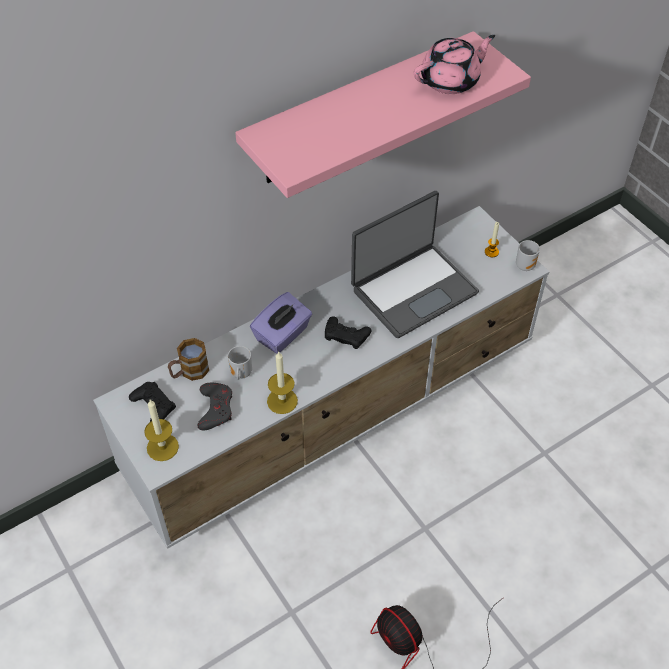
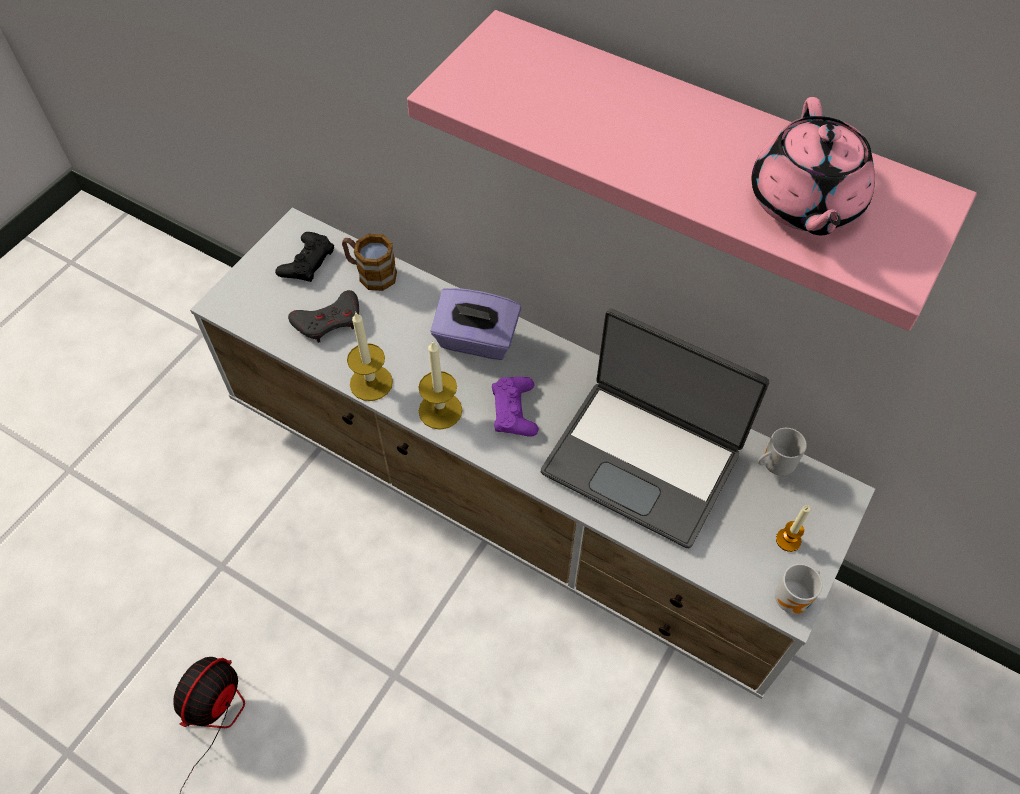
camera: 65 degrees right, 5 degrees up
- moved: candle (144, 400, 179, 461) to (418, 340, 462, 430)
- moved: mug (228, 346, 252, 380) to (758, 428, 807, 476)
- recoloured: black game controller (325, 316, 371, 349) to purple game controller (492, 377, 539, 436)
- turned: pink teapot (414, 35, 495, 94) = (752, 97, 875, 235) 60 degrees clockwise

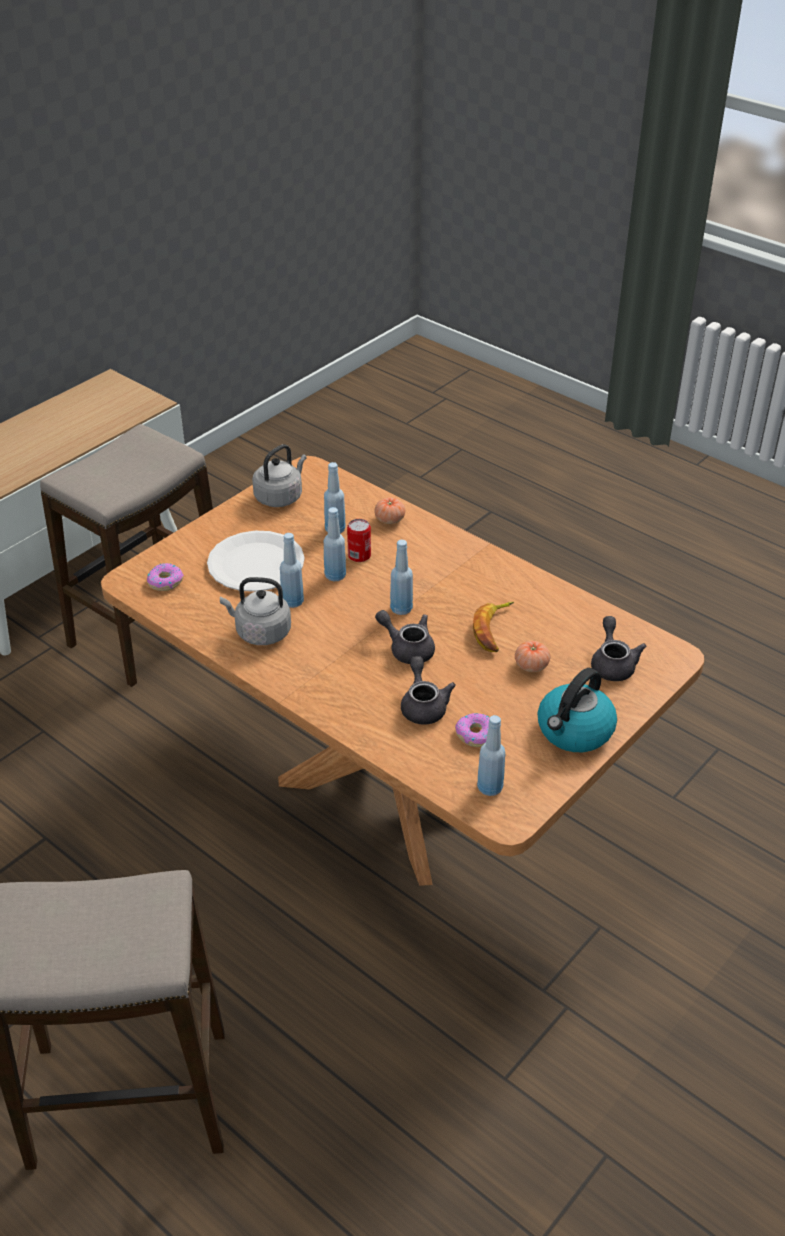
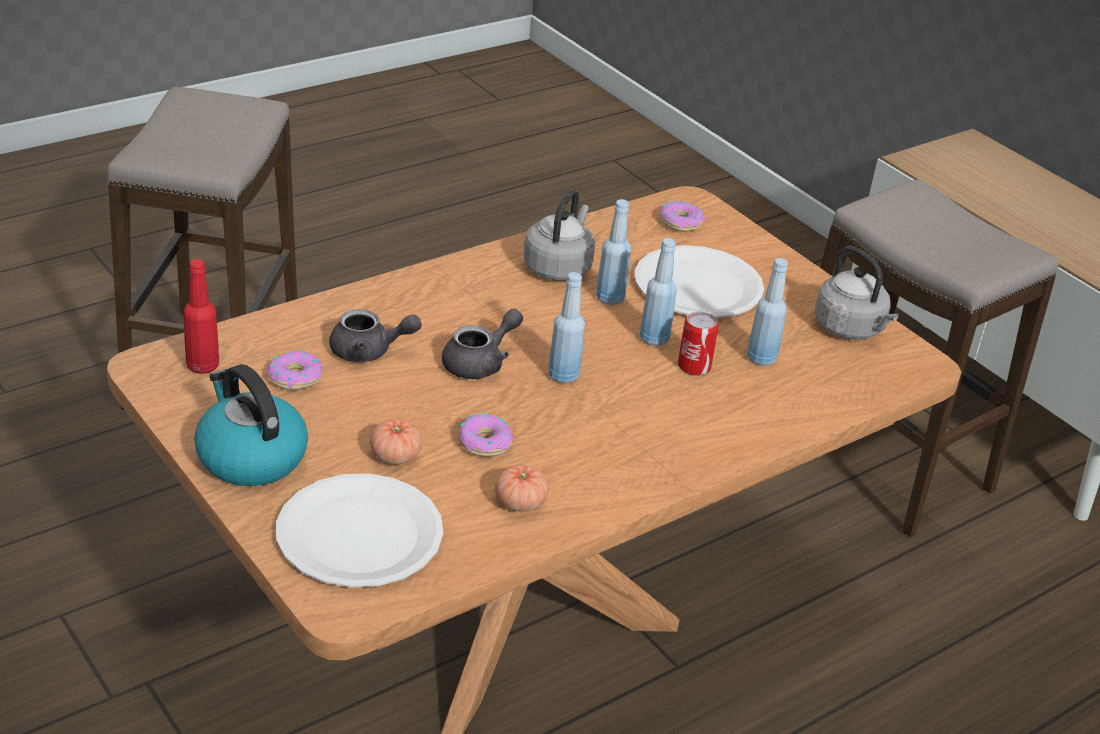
camera: 100 degrees right, 5 degrees down
- moved: tomato (374, 498, 405, 524) to (495, 464, 549, 512)
- replaced: banana (473, 602, 514, 652) to donut (459, 414, 513, 457)
- replaced: grey teapot (591, 616, 647, 681) to white plate (276, 473, 443, 588)
- recoloured: blue bottle (477, 715, 505, 796) to red bottle (183, 259, 219, 374)

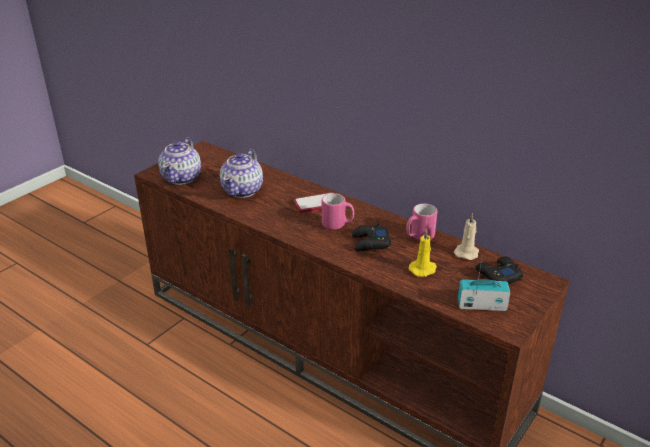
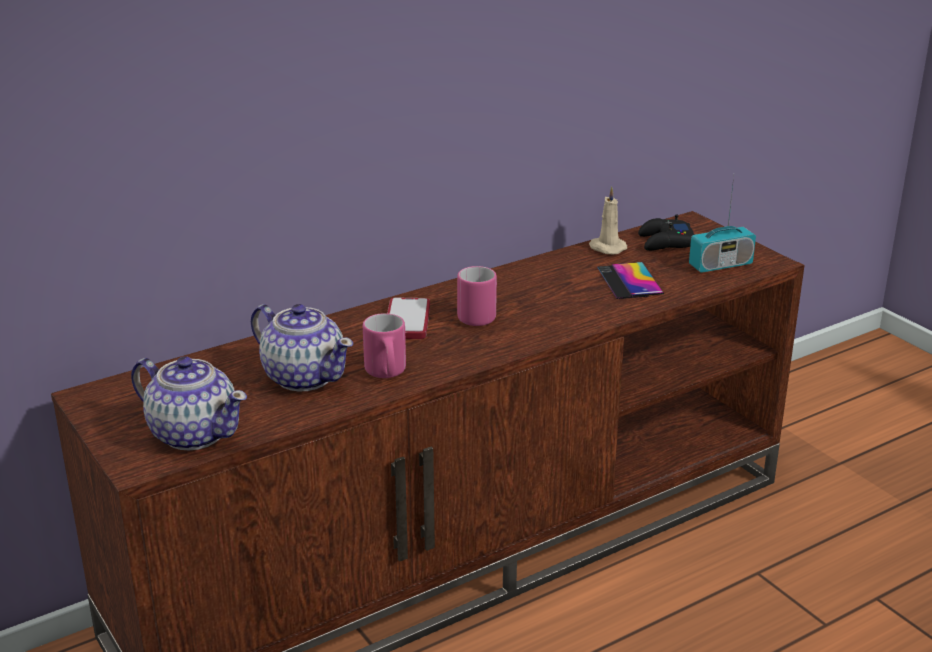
camera: 70 degrees left, 5 degrees down
- removed: black game controller (352, 223, 391, 251)
- moved: pink mug (406, 203, 437, 240) to (363, 313, 406, 378)
- replaced: yellow candle (409, 229, 437, 277) to phone (597, 262, 664, 299)
- turned: radio (458, 253, 510, 311) = (689, 177, 756, 273) 135 degrees counterclockwise

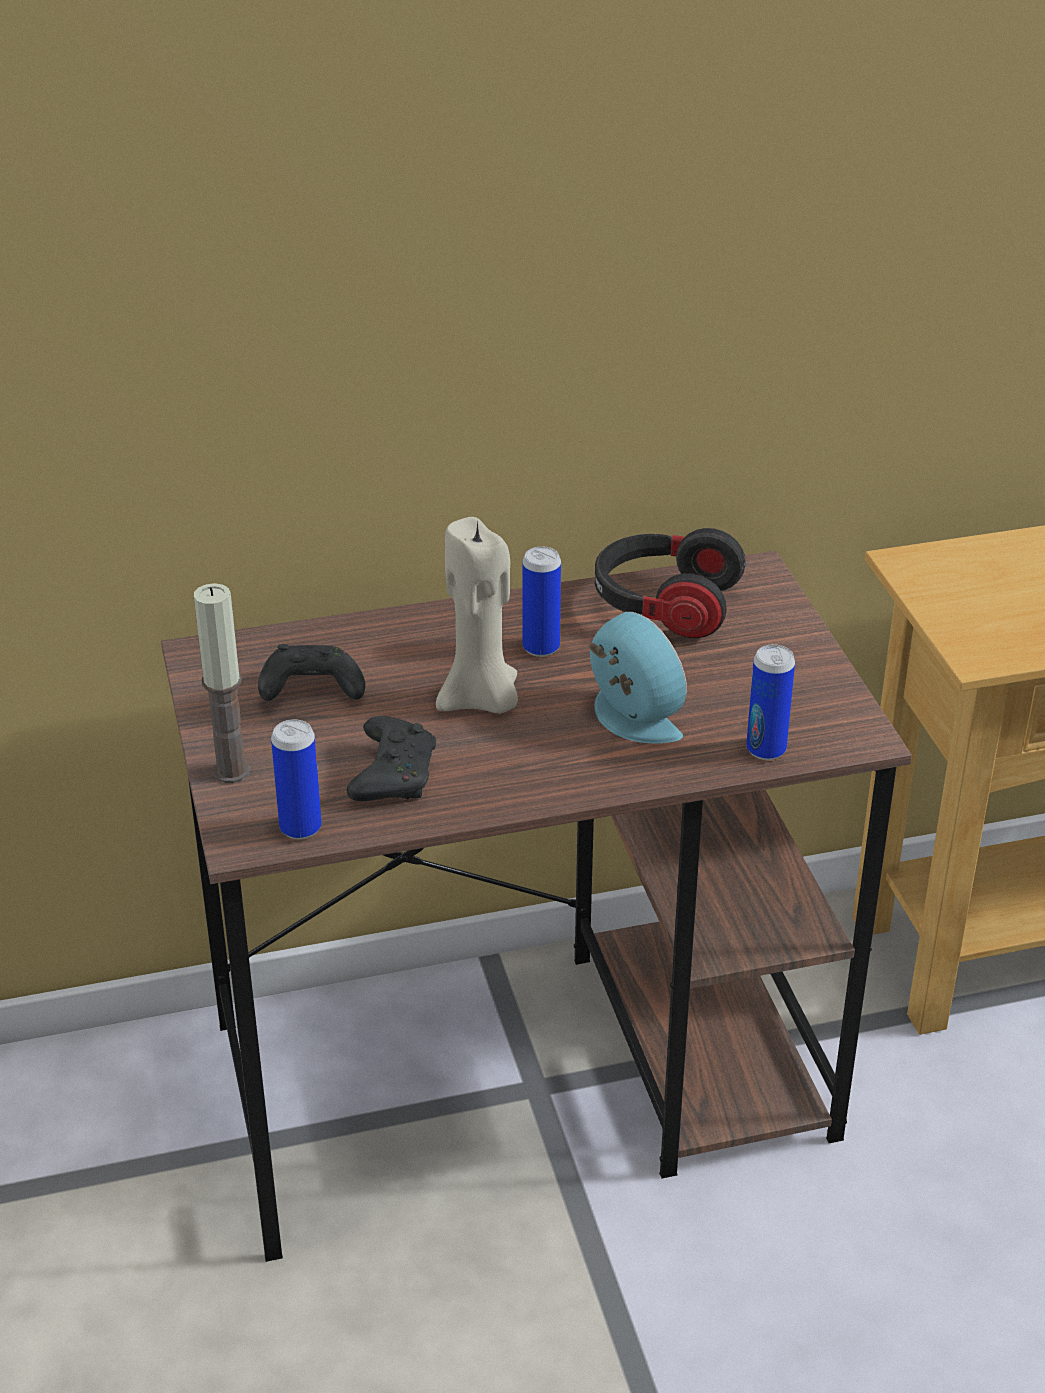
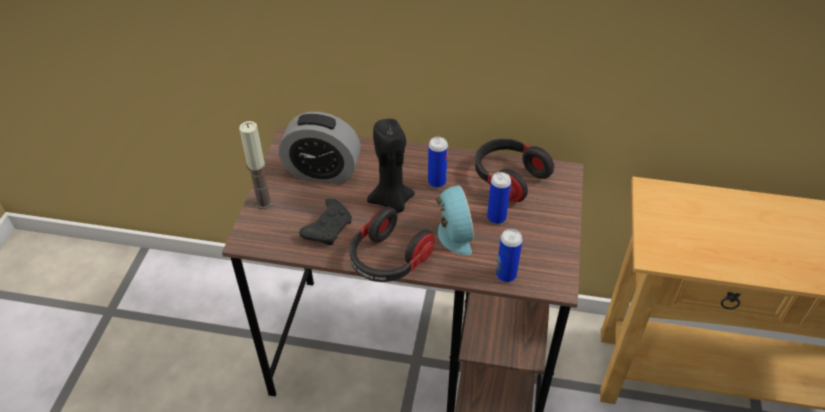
camera: 25 degrees right, 10 degrees up
- added: headphones (350, 207, 434, 282)
- moved: can (271, 719, 322, 839) to (487, 172, 511, 224)
- replaced: black game controller (258, 644, 365, 701) to alarm clock (279, 112, 361, 184)
- recoloured: beige candle (436, 517, 518, 714) to black candle (367, 119, 415, 213)

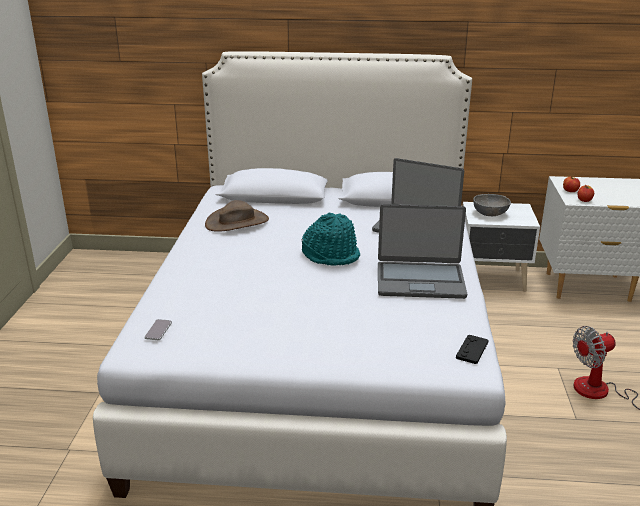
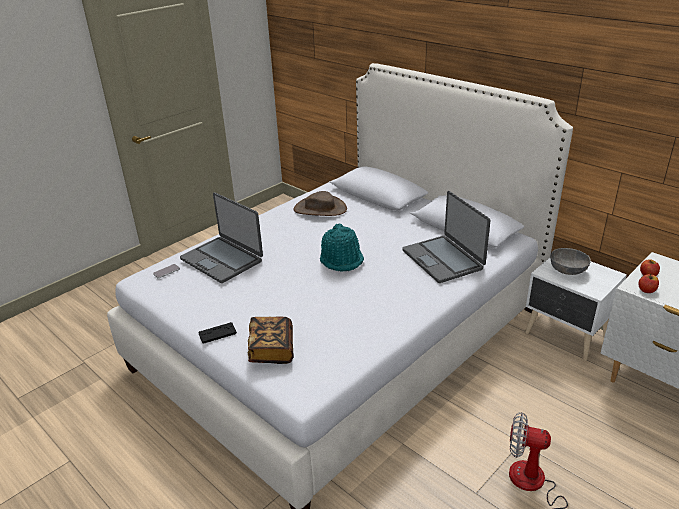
camera: 40 degrees right, 5 degrees up
- added: book (248, 317, 294, 364)
- moved: laptop (378, 204, 467, 299) to (180, 192, 263, 283)
- moved: black game controller (456, 335, 488, 364) to (198, 322, 237, 344)

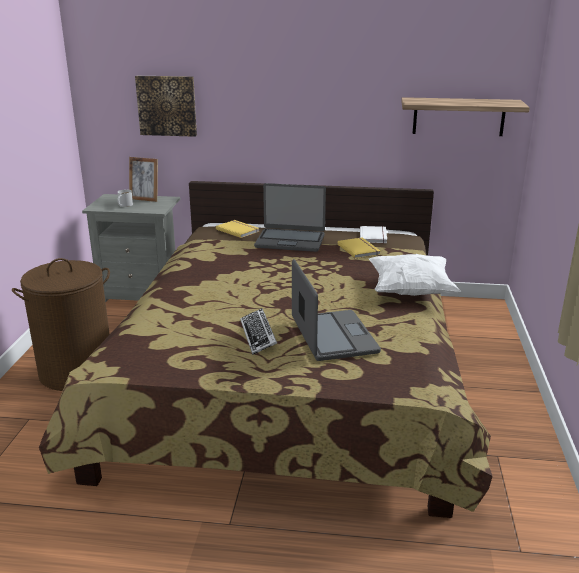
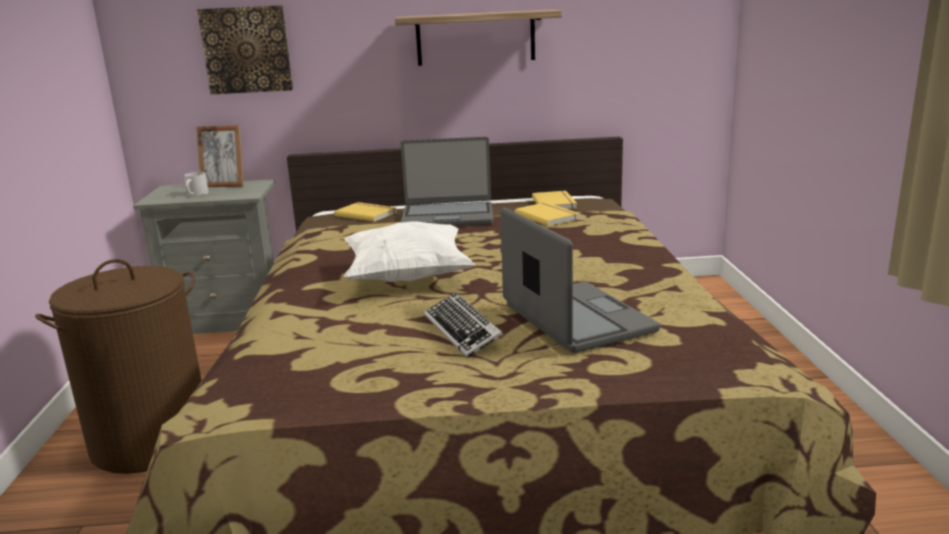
camera: 10 degrees left, 5 degrees down
- moved: white pillow (369, 254, 461, 296) to (344, 222, 475, 282)
- moved: shelf (401, 97, 530, 136) to (395, 10, 562, 66)
- recoloured: white book (360, 226, 387, 243) to yellow book (532, 191, 577, 209)

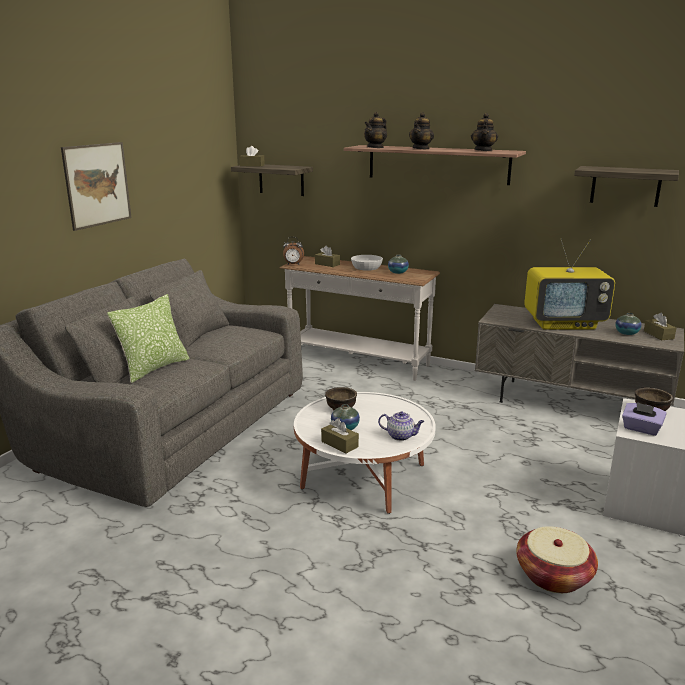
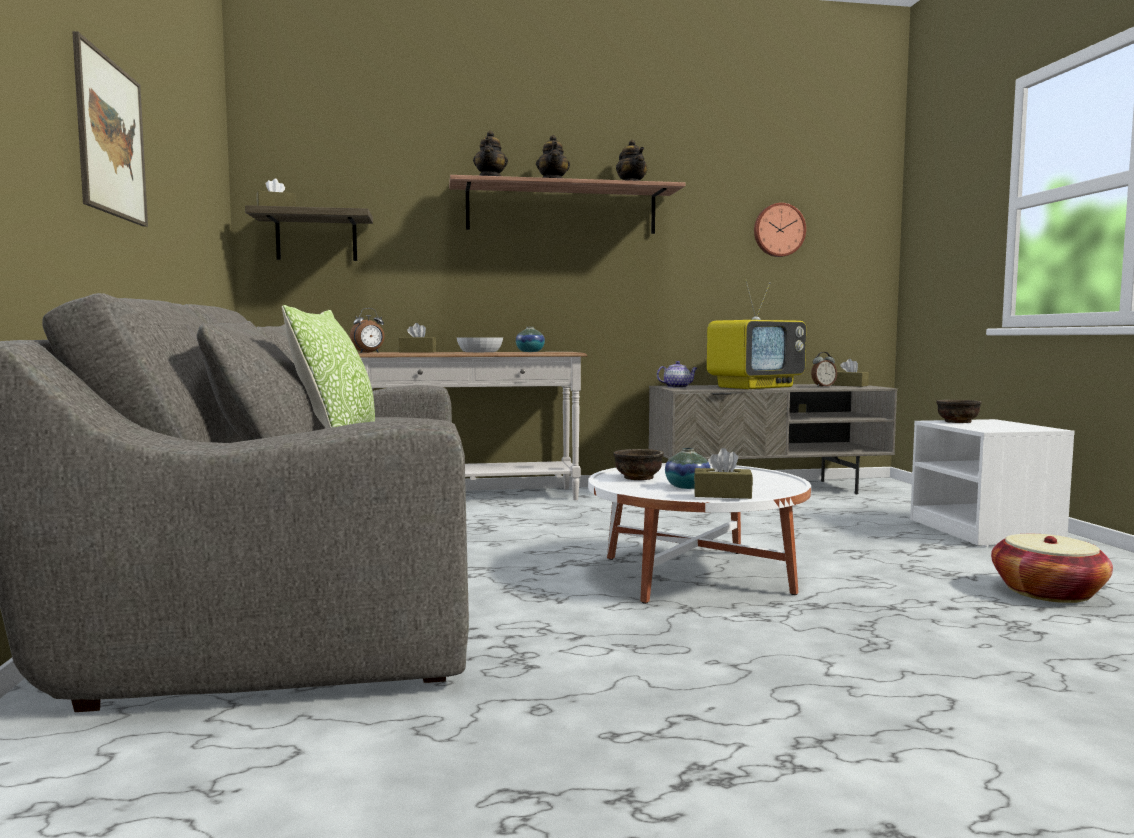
camera: 35 degrees left, 15 degrees down
- removed: purple tissue box (622, 402, 667, 436)
- moved: teapot (378, 411, 424, 441) to (657, 361, 697, 388)
- replaced: shelf (574, 166, 679, 207) to wall clock (754, 203, 806, 257)
- replaced: vase (615, 313, 642, 335) to alarm clock (811, 352, 837, 387)

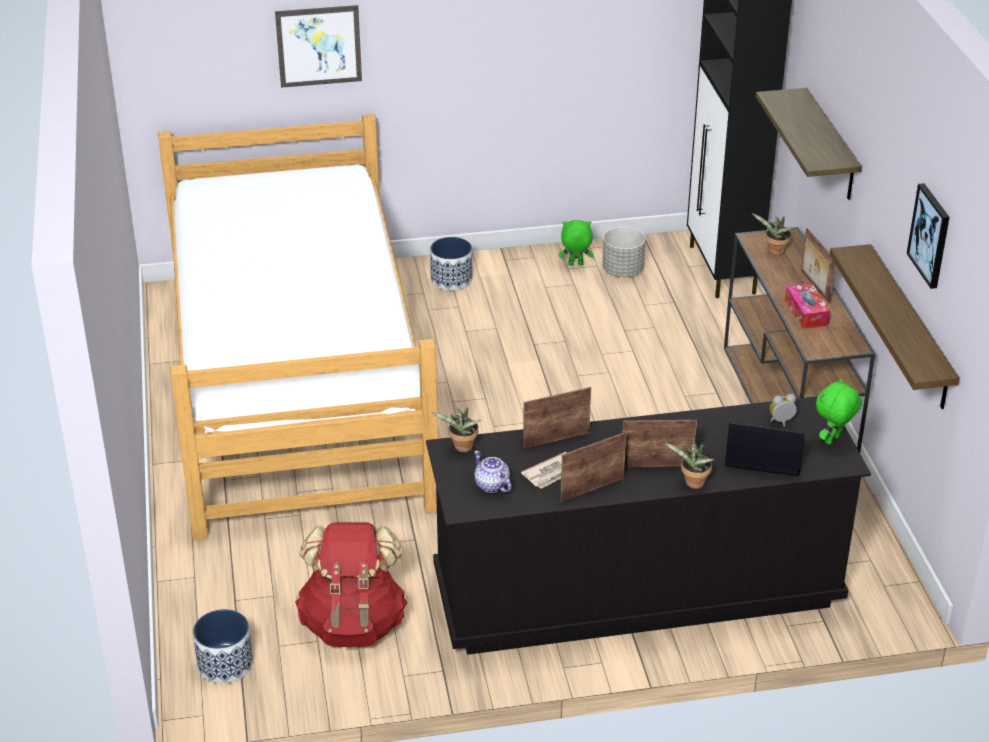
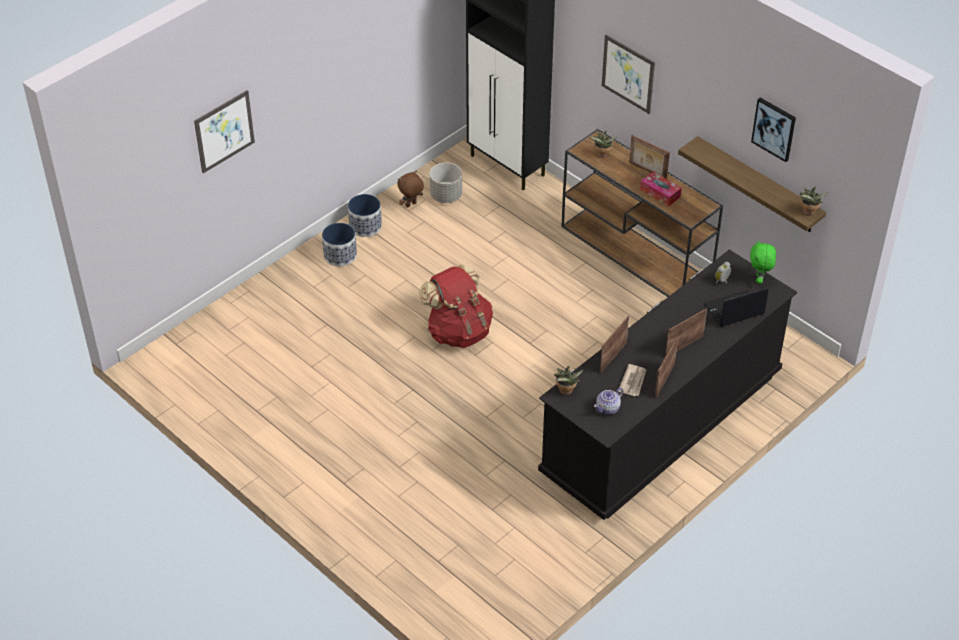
camera: 35 degrees left, 10 degrees up
- removed: bed (158, 114, 438, 541)
- moved: planter (193, 609, 253, 683) to (348, 194, 382, 237)
- moved: red backpack (295, 522, 408, 648) to (419, 265, 493, 348)
- moved: potted plant (664, 442, 714, 489) to (800, 186, 829, 216)
- replaced: shelf (756, 88, 862, 200) to picture (602, 34, 655, 114)
- recoloured: green plush toy (559, 220, 594, 266) to brown plush toy (397, 171, 424, 208)
- turned: teapot (474, 451, 511, 493) = (594, 387, 623, 415) 60 degrees counterclockwise

